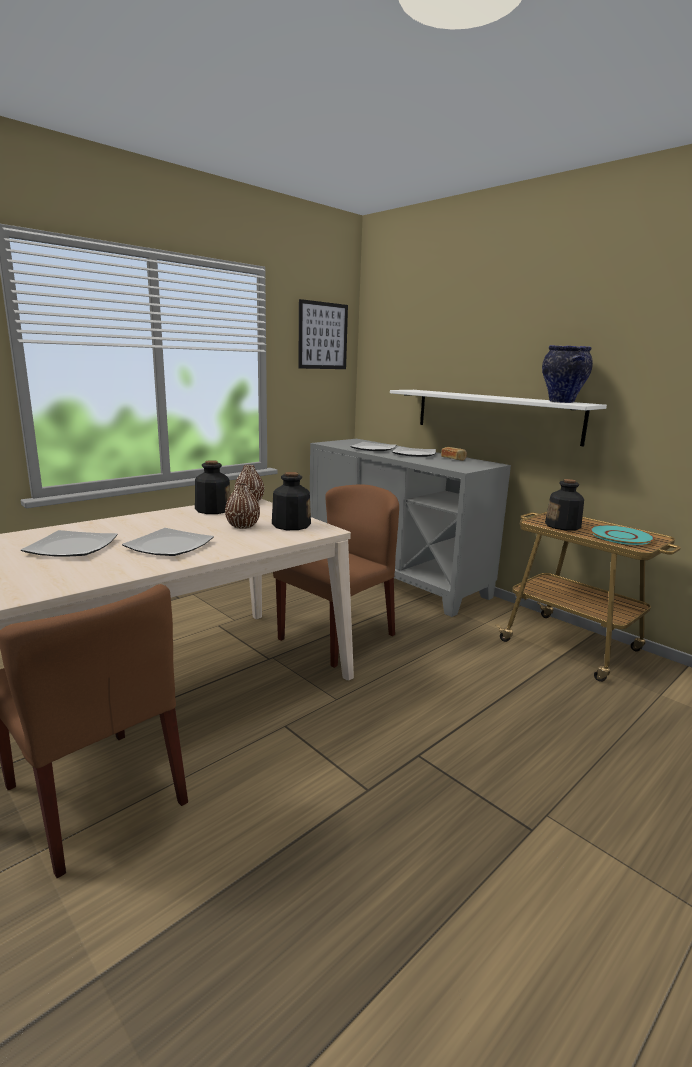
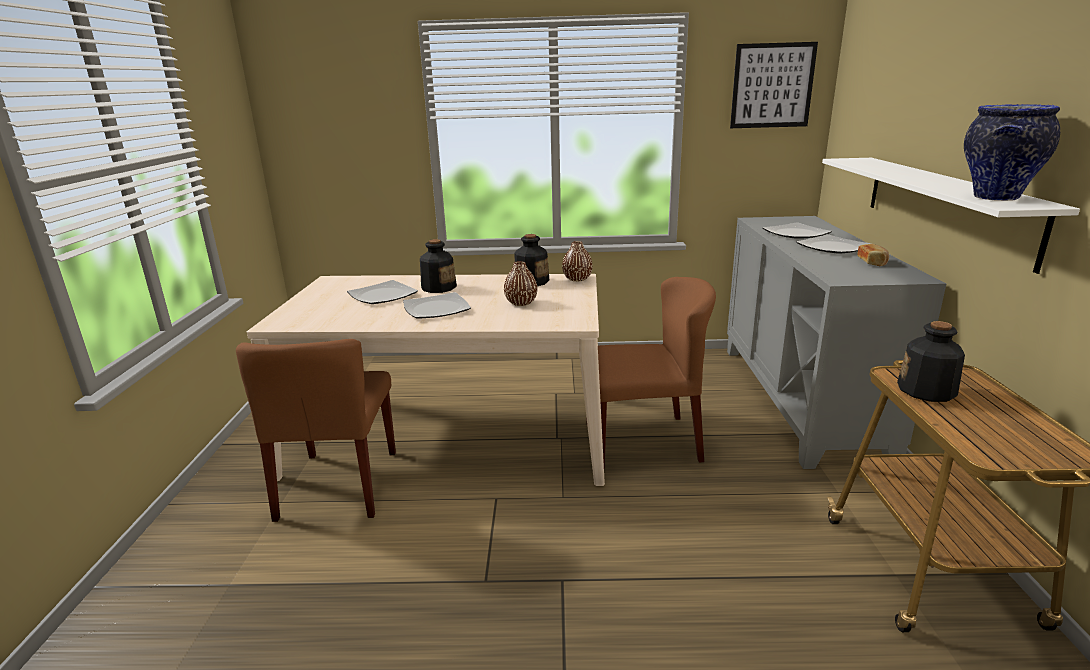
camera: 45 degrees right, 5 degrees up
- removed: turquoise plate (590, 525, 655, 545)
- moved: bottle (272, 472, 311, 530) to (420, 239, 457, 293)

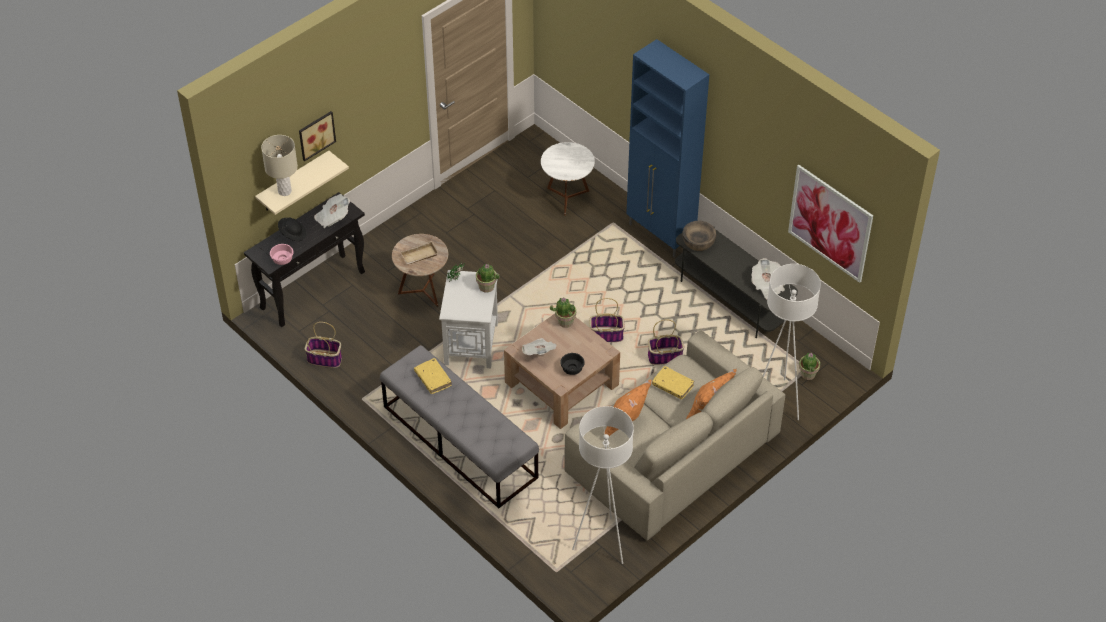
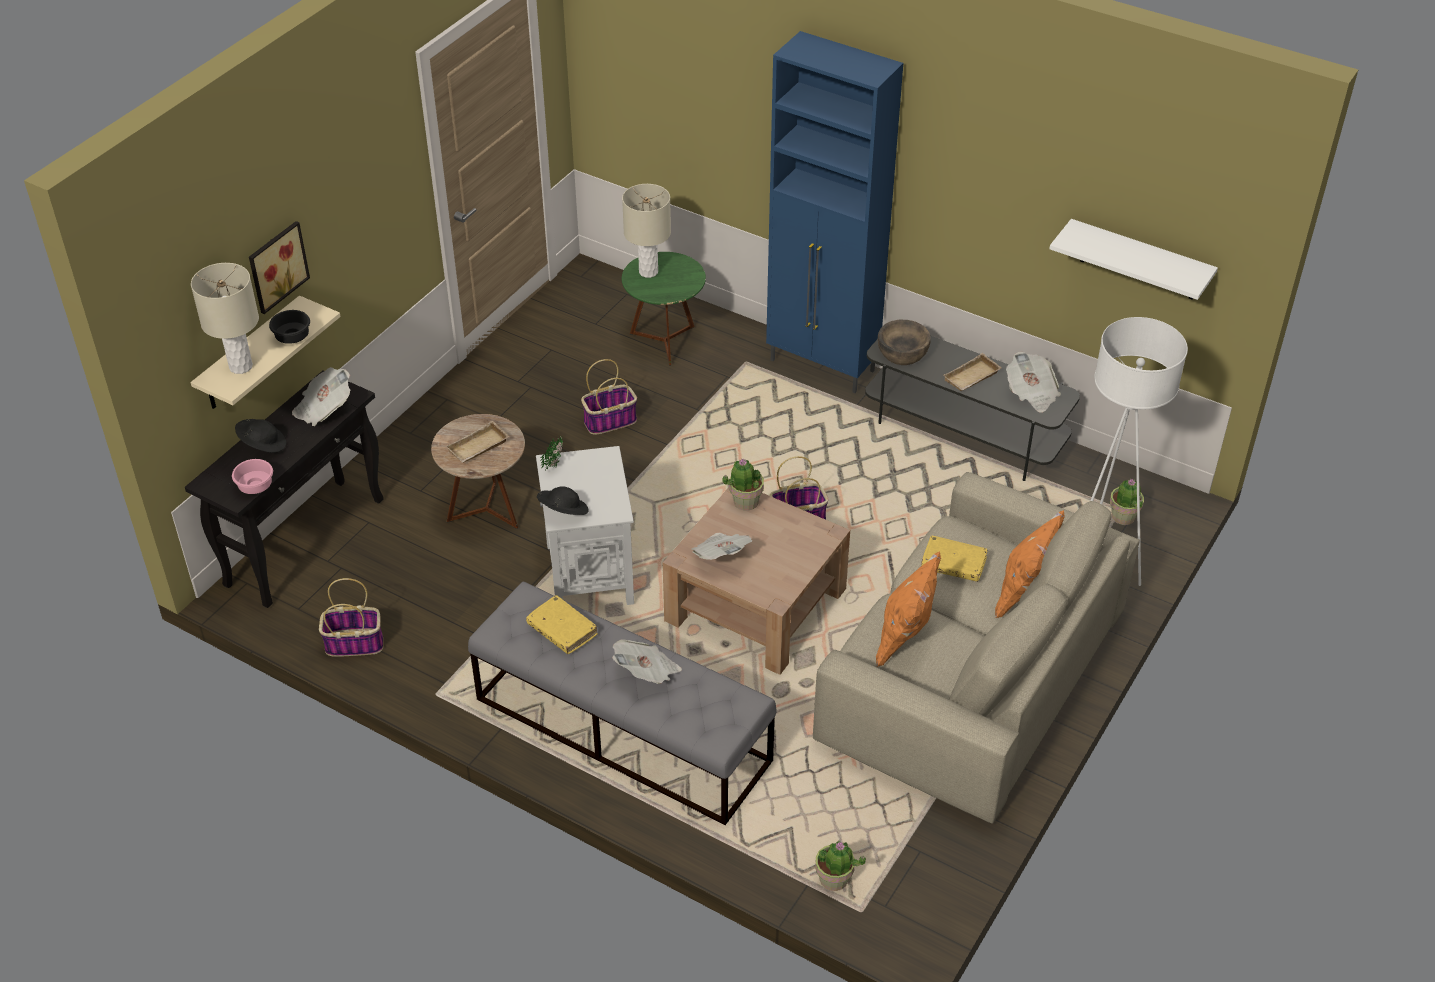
camera: 15 degrees left, 5 degrees down
- removed: white floor lamp (572, 406, 634, 564)
- added: black hat (537, 486, 589, 515)
- added: newspaper (612, 639, 682, 684)
- added: beige table lamp (622, 184, 671, 278)
- added: beige tray (943, 353, 1002, 391)
- moved: potted plant (476, 264, 500, 293) to (815, 840, 866, 891)
- moved: black bowl (560, 353, 585, 375) to (269, 310, 310, 344)
- moved: basket (648, 319, 684, 365) to (581, 359, 637, 435)
- replaced: picture (788, 165, 873, 283) to white shelf (1049, 219, 1218, 300)
- recoloured: white side table (541, 142, 595, 216) to green side table (622, 252, 706, 366)

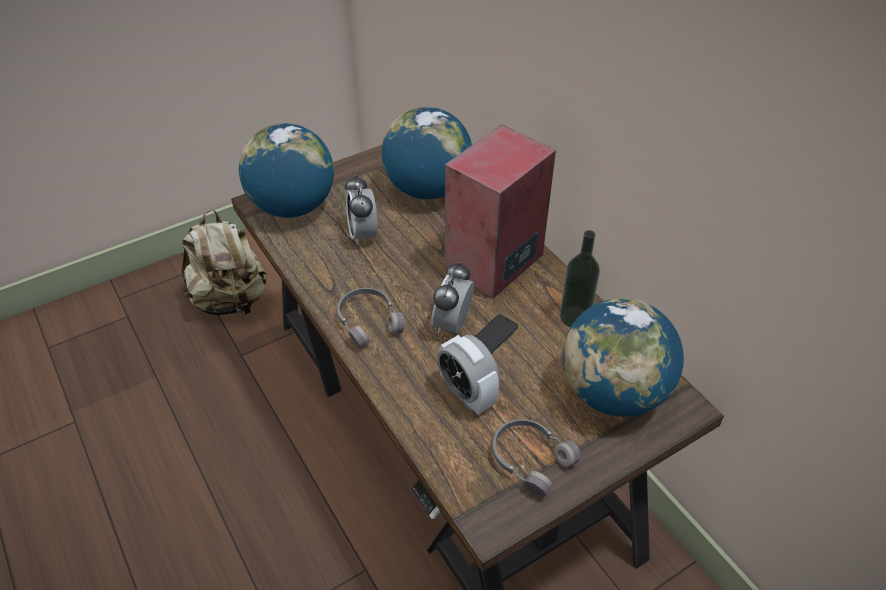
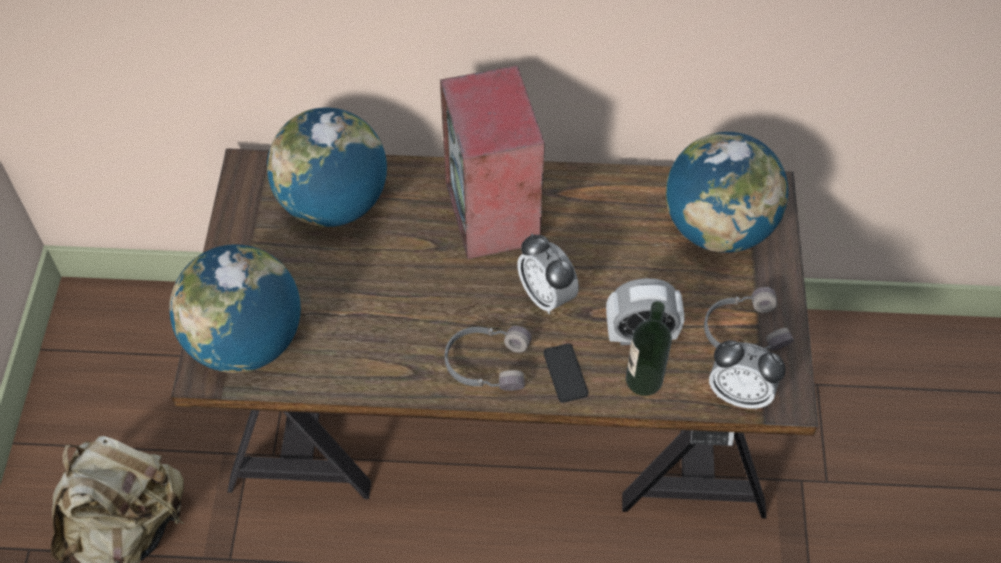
camera: 55 degrees left, 10 degrees up
- moved: alarm clock (345, 175, 377, 245) to (709, 340, 786, 410)
- moved: phone (475, 314, 518, 354) to (543, 344, 588, 403)
- moved: bottle (560, 230, 600, 327) to (626, 301, 672, 396)

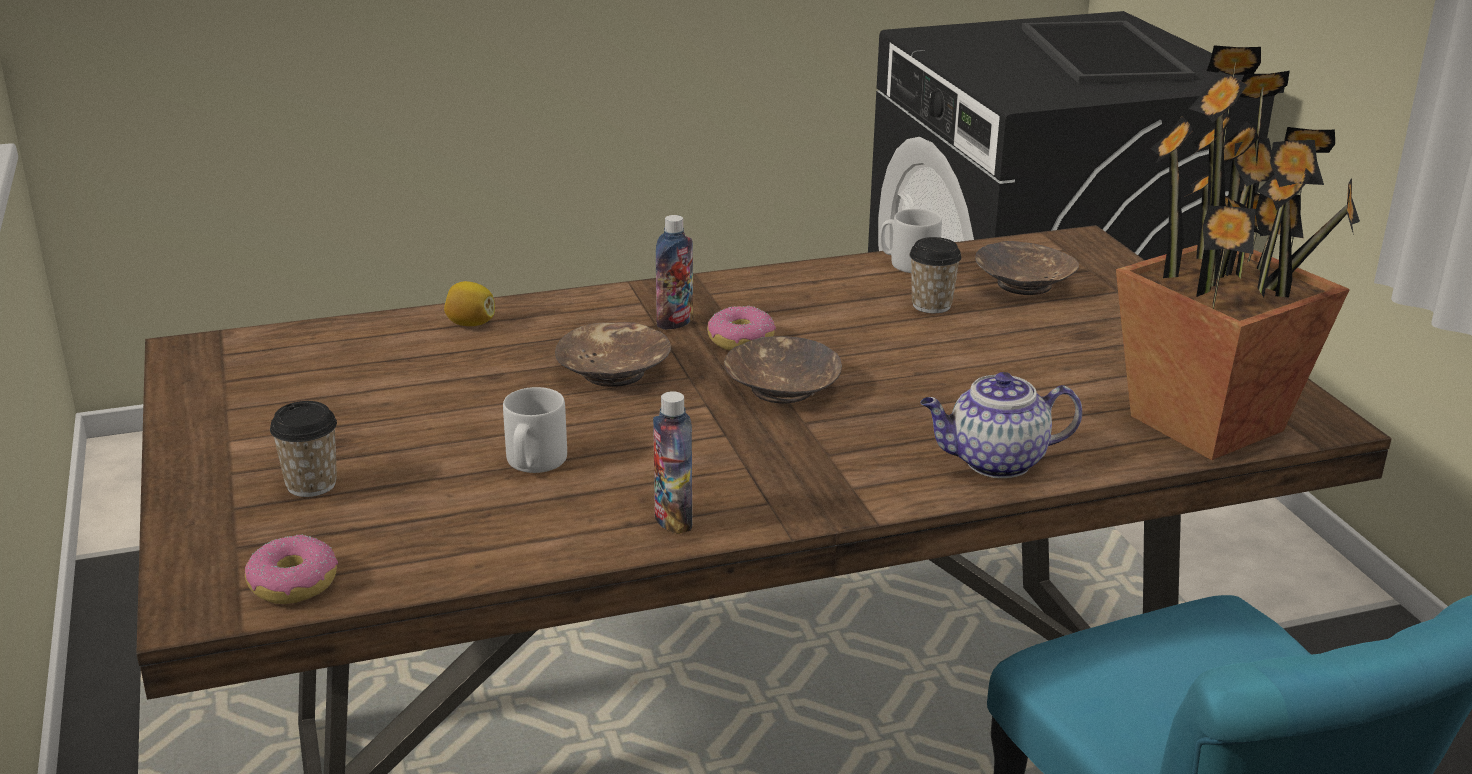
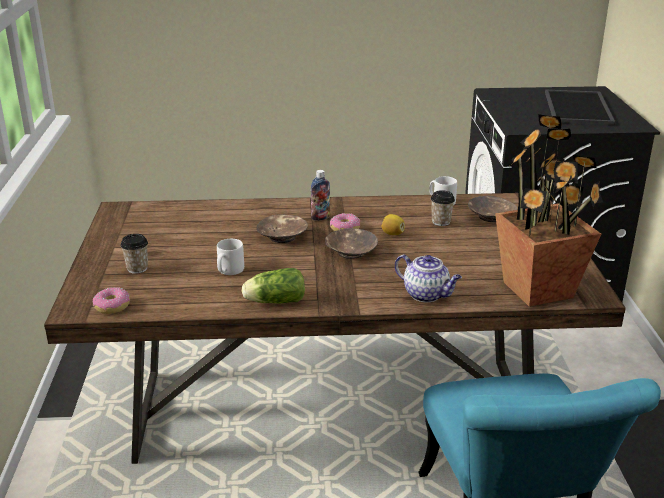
camera: 15 degrees right, 0 degrees up
- moved: lemon (444, 281, 495, 326) to (381, 214, 405, 235)
- replaced: bottle (653, 391, 692, 534) to lettuce (242, 268, 305, 304)
- turned: teapot (920, 372, 1082, 478) = (395, 254, 462, 302) 150 degrees counterclockwise

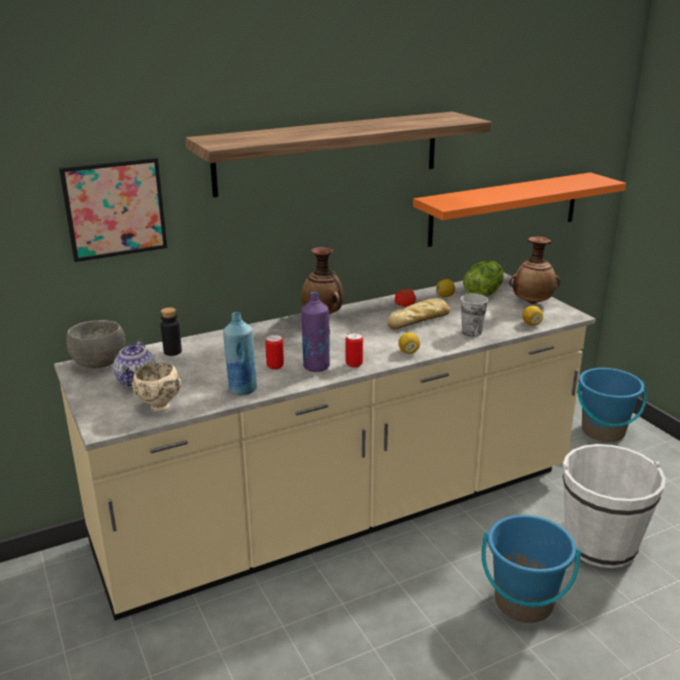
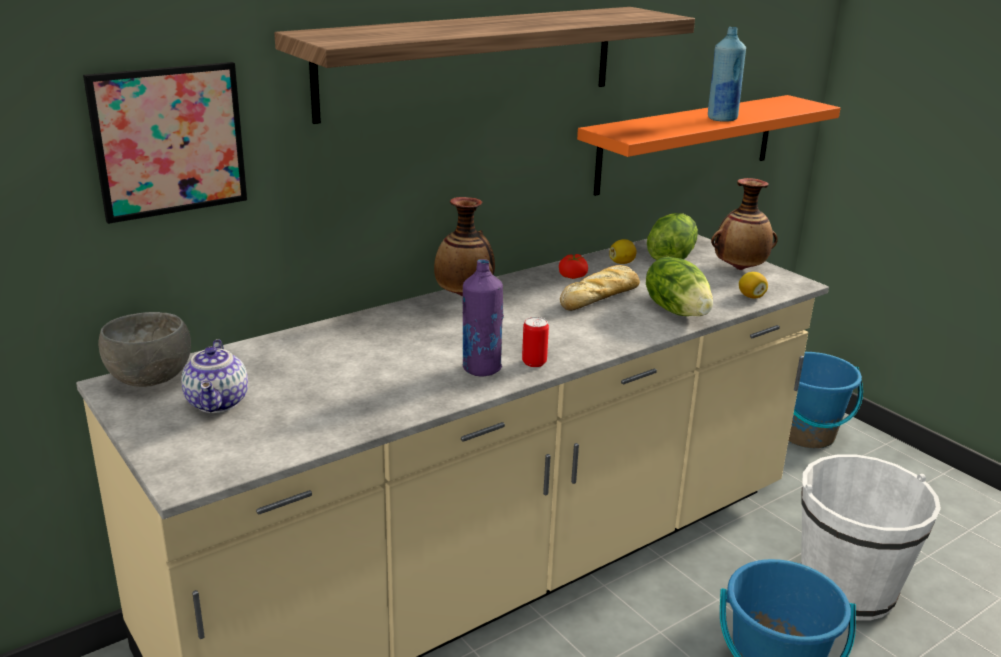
camera: 10 degrees left, 0 degrees up
- removed: beige bowl (132, 363, 181, 412)
- removed: black bottle (161, 307, 182, 356)
- removed: can (265, 334, 284, 370)
- removed: lemon (398, 333, 420, 354)
- moved: blue bottle (223, 312, 257, 395) to (708, 27, 746, 122)
- replaced: cup (461, 294, 488, 337) to lettuce (646, 257, 713, 316)

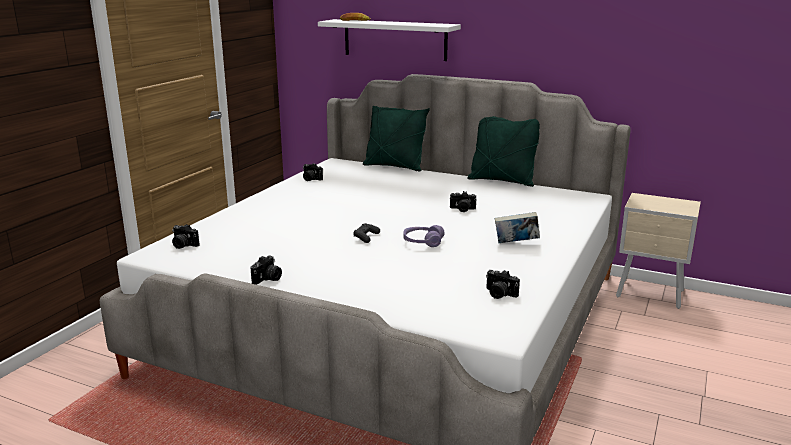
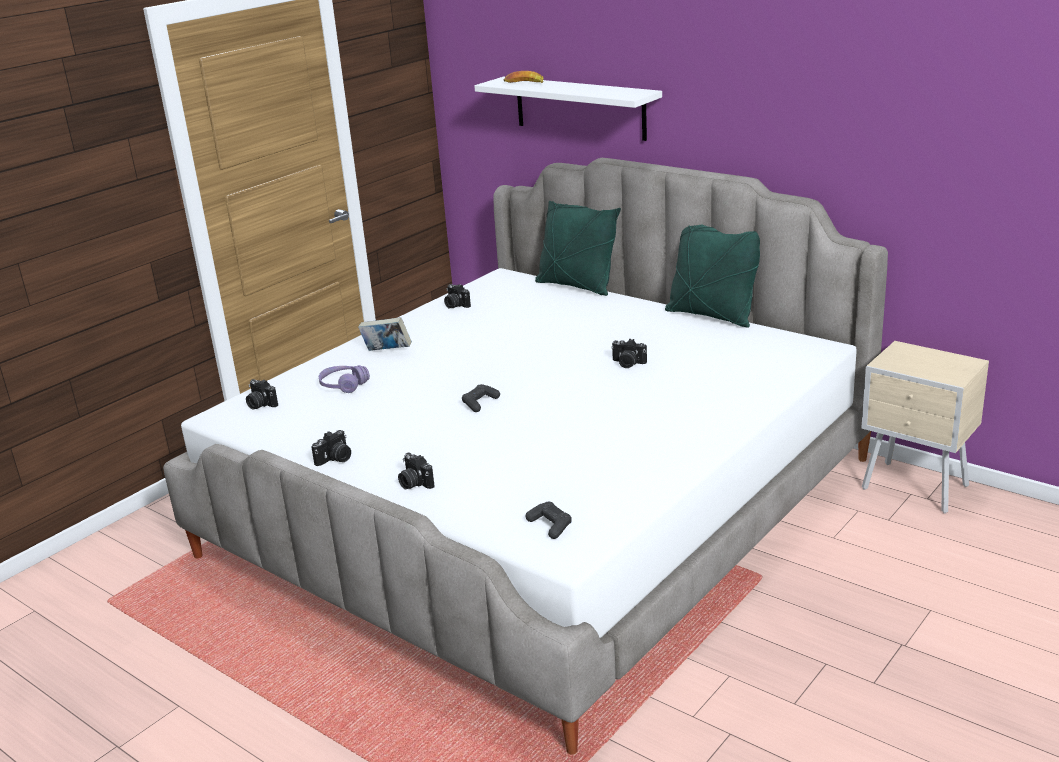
camera: 15 degrees right, 5 degrees up
- added: black game controller (525, 502, 572, 539)
- moved: purple headphones (403, 225, 445, 247) to (319, 365, 370, 393)
- moved: photo camera (486, 270, 520, 299) to (398, 453, 434, 490)
- moved: book (495, 212, 540, 243) to (358, 317, 412, 351)

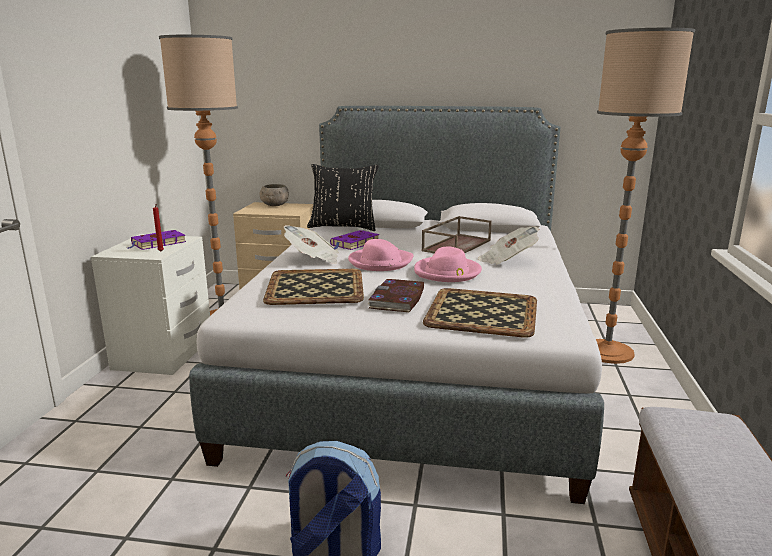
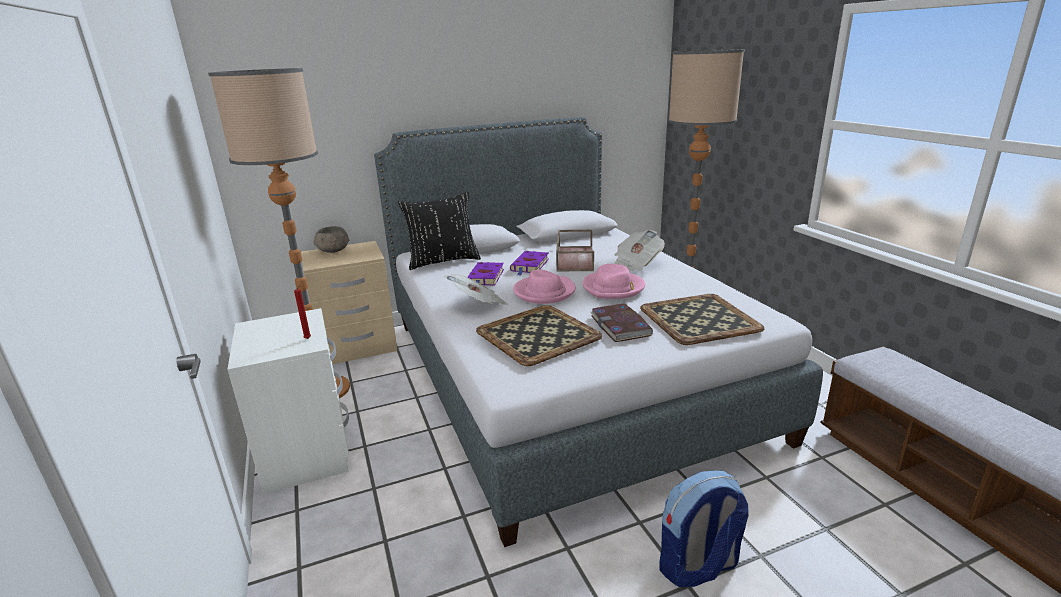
camera: 30 degrees left, 5 degrees up
- moved: purple book (127, 230, 186, 250) to (510, 251, 549, 276)

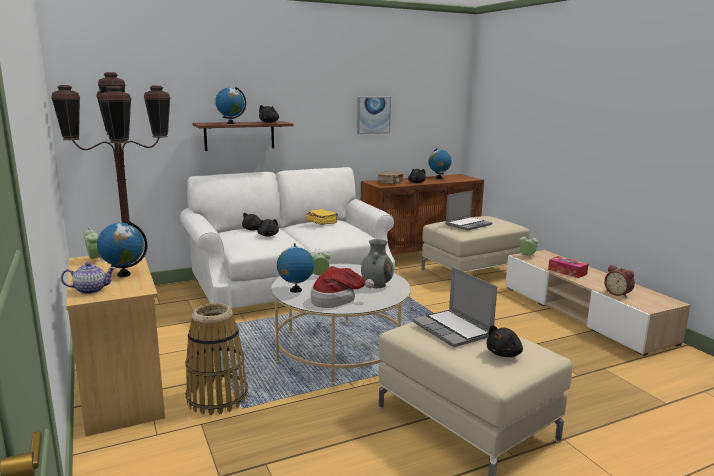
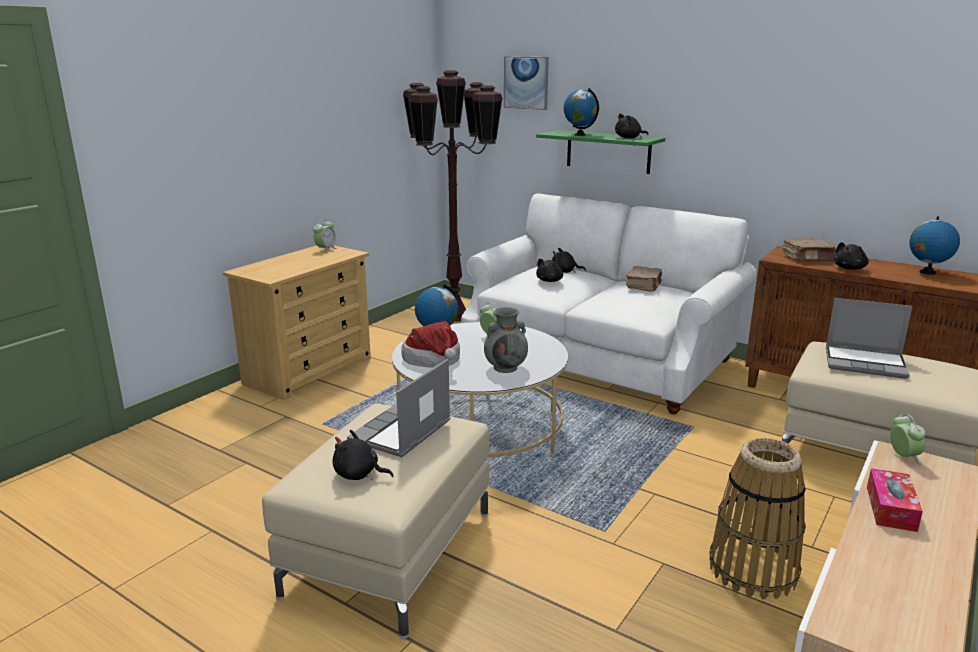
camera: 60 degrees right, 5 degrees up
- removed: teapot (61, 262, 116, 294)
- removed: globe (97, 221, 147, 277)
- removed: alarm clock (604, 265, 635, 298)
- moved: basket (185, 303, 248, 415) to (709, 438, 806, 599)
- moved: picture (357, 97, 391, 134) to (504, 56, 549, 110)
- recoloured: brown shelf (193, 121, 294, 151) to green shelf (536, 130, 665, 174)
- recoloured: yellow book (306, 209, 338, 225) to brown book (626, 266, 662, 292)

